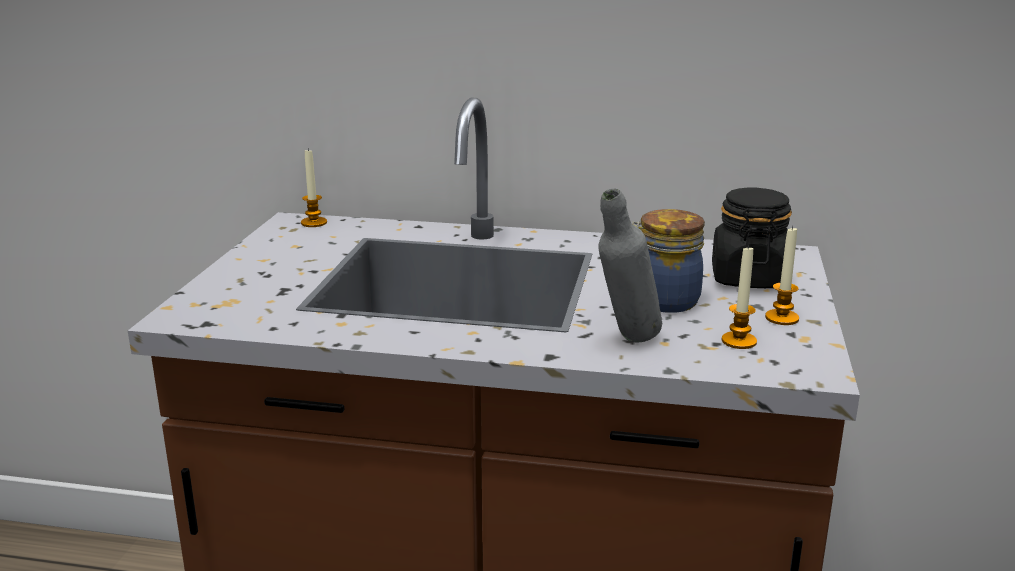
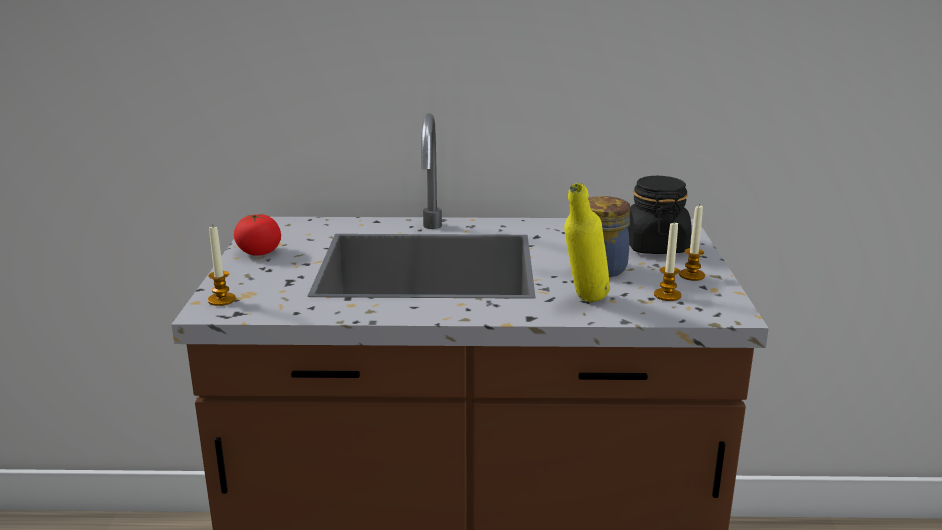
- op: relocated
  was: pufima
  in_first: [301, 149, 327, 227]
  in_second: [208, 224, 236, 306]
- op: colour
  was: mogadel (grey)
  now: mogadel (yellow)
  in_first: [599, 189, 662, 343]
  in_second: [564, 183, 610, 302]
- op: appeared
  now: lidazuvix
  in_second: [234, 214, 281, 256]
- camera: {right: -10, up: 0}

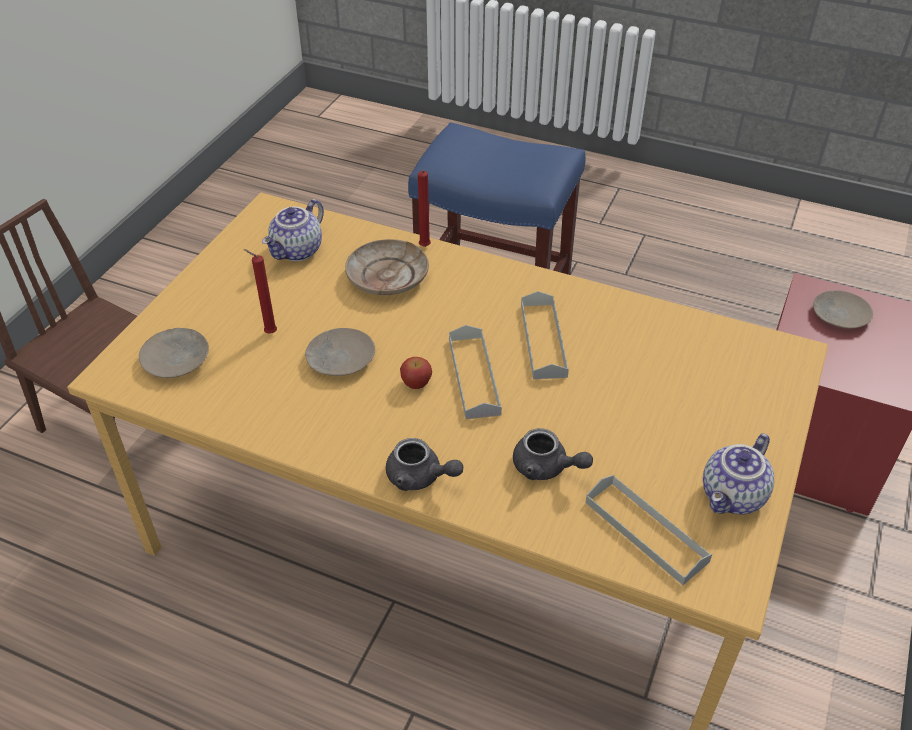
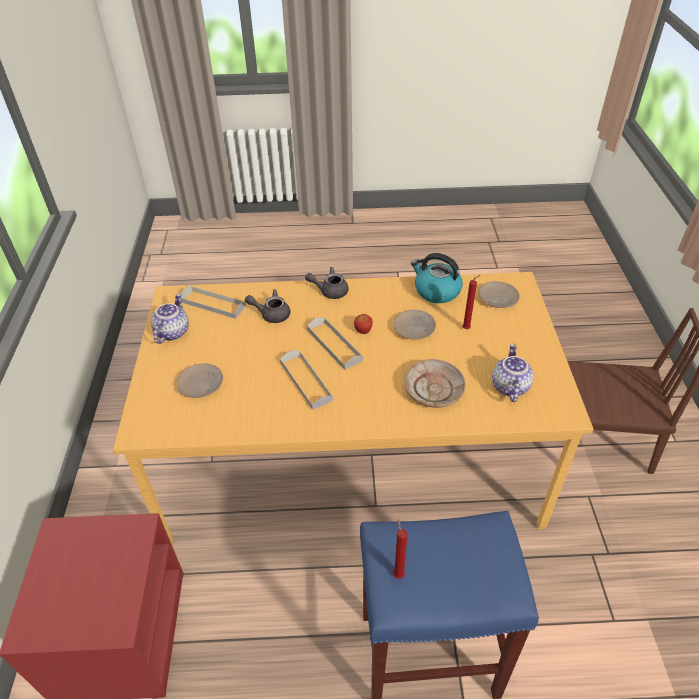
- op: relocated
  was: pufima (red)
  in_first: [418, 170, 431, 247]
  in_second: [393, 520, 408, 579]
- op: relocated
  was: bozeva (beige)
  in_first: [813, 290, 873, 329]
  in_second: [176, 364, 223, 398]
- op: appeared
  now: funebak
  in_second: [411, 253, 463, 303]
- camera: {right: 155, up: 0}

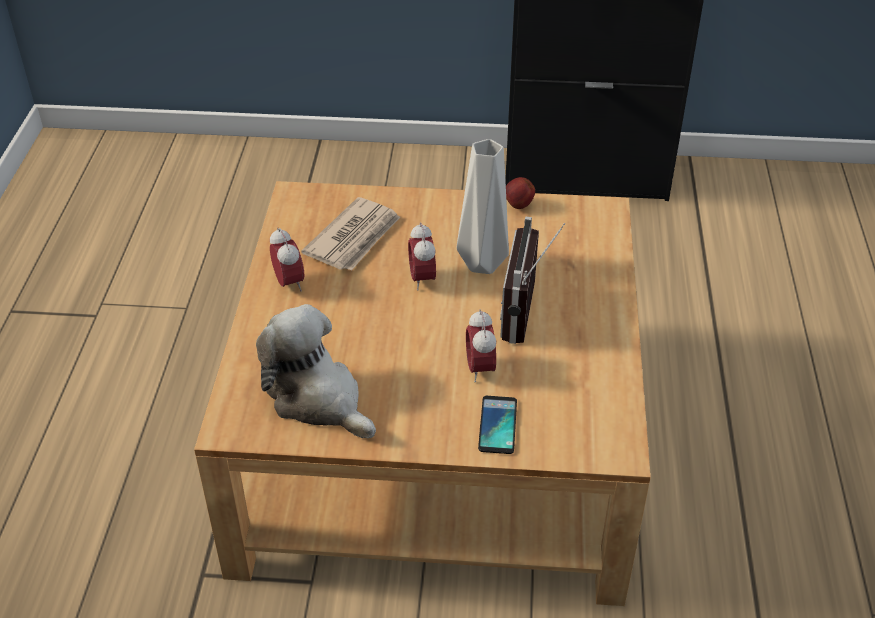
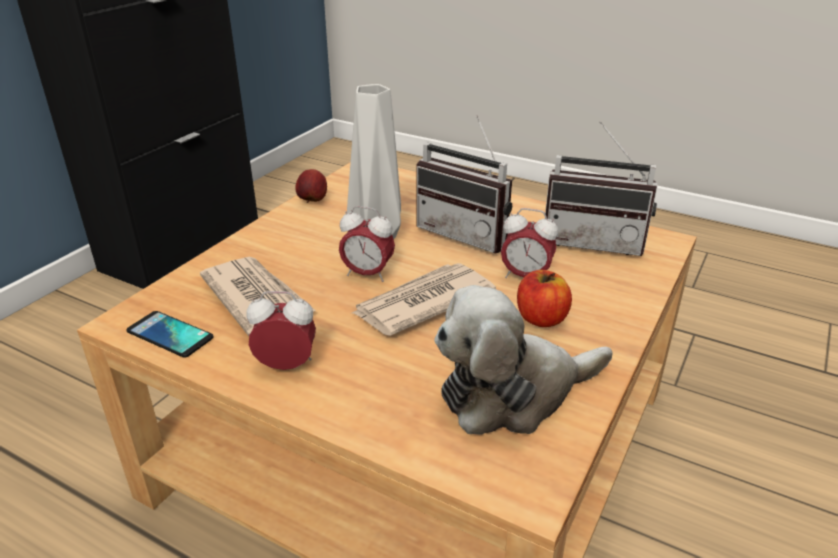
- op: relocated
  was: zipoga
  in_first: [478, 396, 517, 454]
  in_second: [126, 311, 214, 358]
- op: appeared
  now: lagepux
  in_second: [545, 121, 657, 256]
- op: appeared
  now: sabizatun
  in_second: [352, 263, 496, 336]
- op: appeared
  now: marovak
  in_second: [517, 270, 572, 327]
- camera: {right: -65, up: -10}

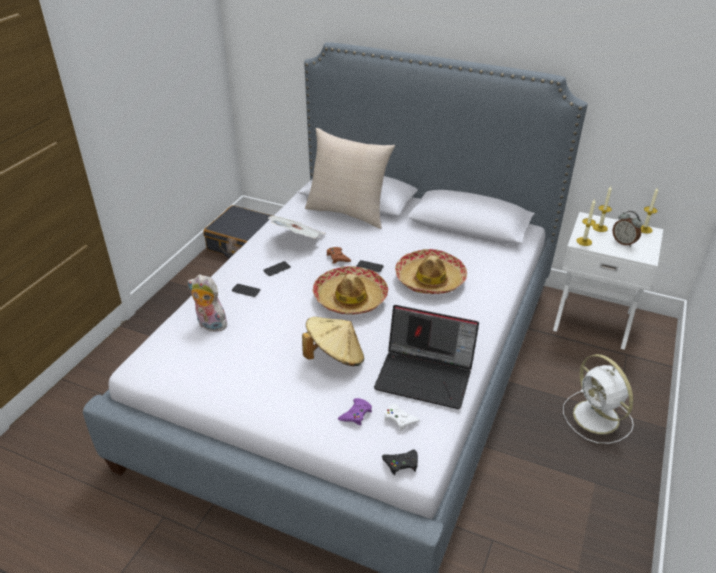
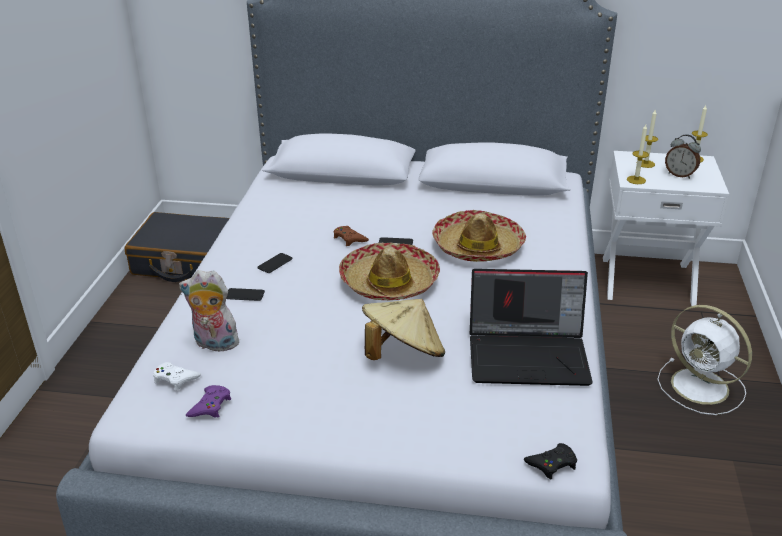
- op: missing
  was: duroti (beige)
  in_first: [305, 128, 395, 229]
- op: missing
  was: sabizatun
  in_first: [268, 216, 326, 239]
- op: relocated
  was: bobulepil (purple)
  in_first: [338, 398, 372, 425]
  in_second: [186, 385, 231, 418]
- op: relocated
  was: bobulepil (white)
  in_first: [384, 403, 420, 431]
  in_second: [153, 362, 201, 391]
- camera: {right: -15, up: -5}

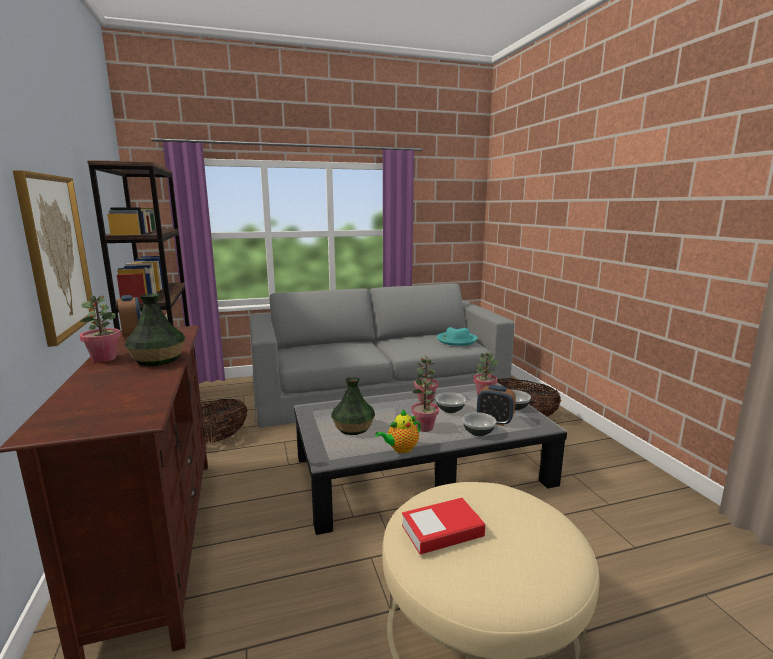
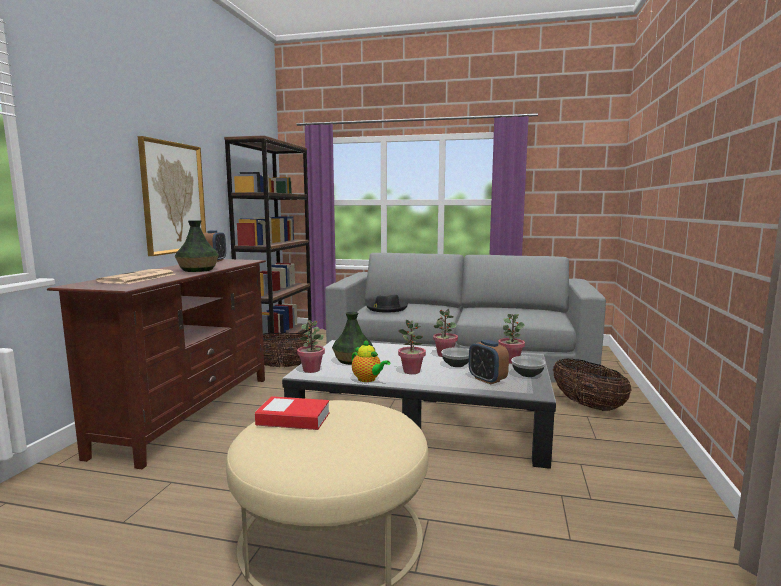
- op: relocated
  was: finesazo
  in_first: [79, 295, 121, 363]
  in_second: [297, 320, 325, 373]
- op: missing
  was: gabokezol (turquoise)
  in_first: [437, 327, 478, 346]
- op: spun
  was: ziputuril
  in_first: [375, 409, 421, 453]
  in_second: [351, 339, 390, 382]
  clockwise: -135
- op: missing
  was: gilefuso
  in_first: [462, 412, 496, 436]
- op: appeared
  now: sabizatun
  in_second: [96, 269, 175, 284]
- op: appeared
  now: gabokezol (black)
  in_second: [366, 295, 408, 312]
- camera: {right: 30, up: -5}

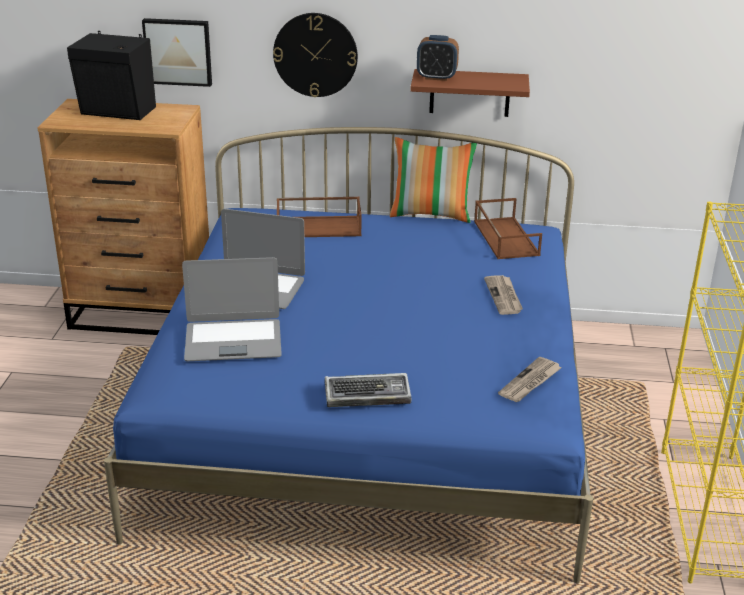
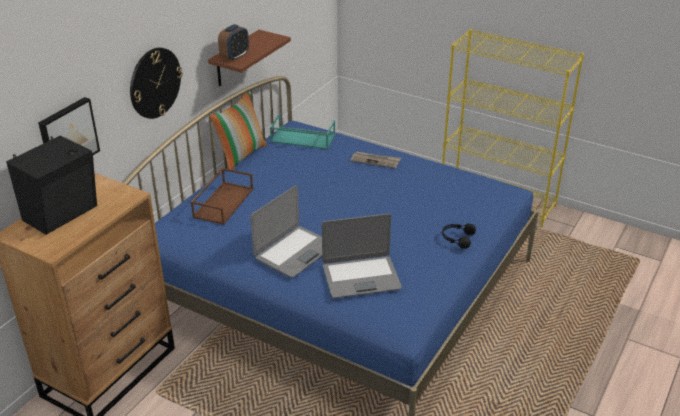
- op: colour
  was: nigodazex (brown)
  now: nigodazex (turquoise)
  in_first: [474, 198, 542, 259]
  in_second: [270, 114, 335, 149]
- op: spun
  was: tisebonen
  in_first: [182, 257, 282, 361]
  in_second: [322, 214, 402, 298]
  clockwise: 60
- op: missing
  was: sabizatun
  in_first: [498, 357, 562, 402]
- op: exchanged
  was: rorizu
  now: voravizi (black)
  in_first: [325, 373, 411, 407]
  in_second: [442, 223, 476, 249]
- camera: {right: -65, up: 5}

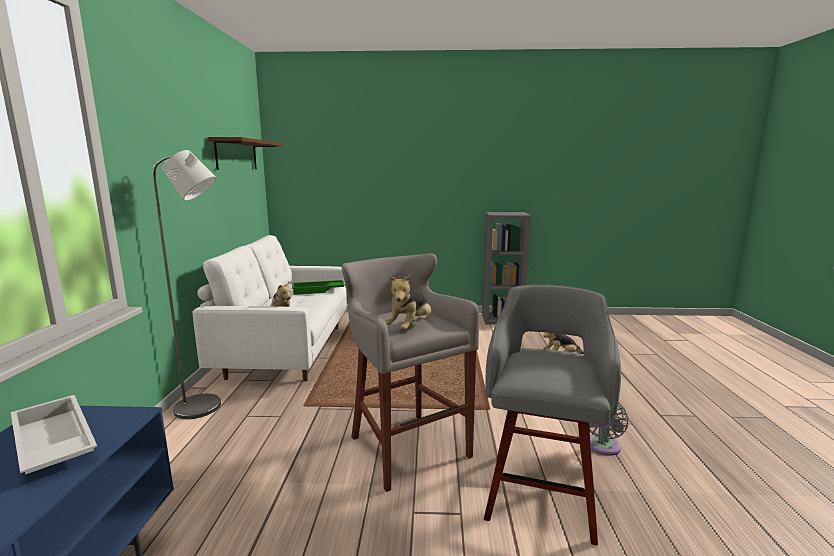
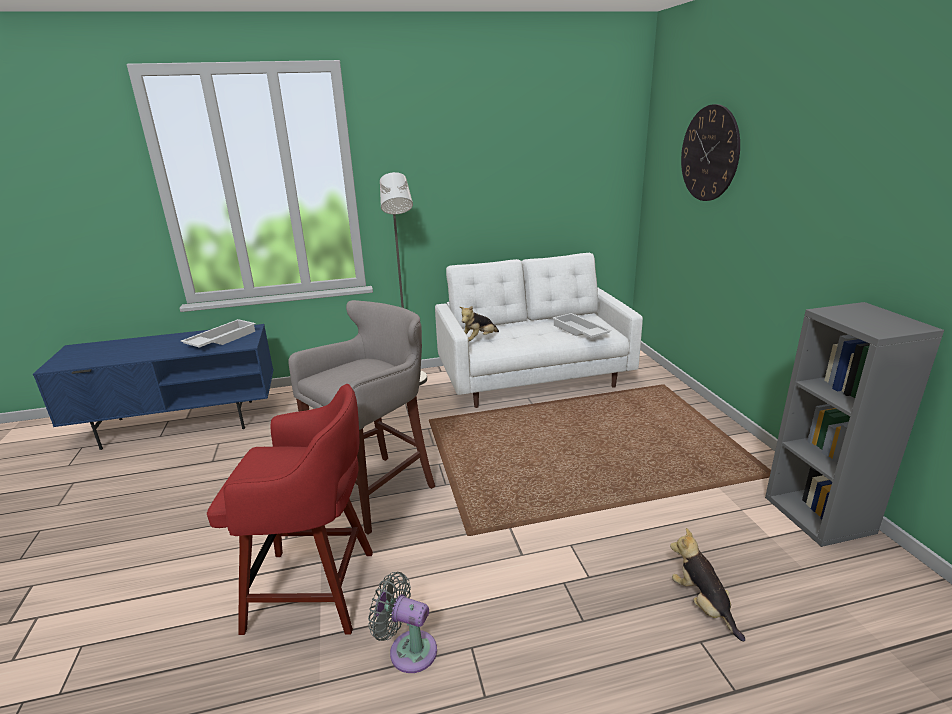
- op: missing
  was: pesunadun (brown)
  in_first: [208, 137, 284, 170]
- op: missing
  was: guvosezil
  in_first: [385, 274, 431, 330]
- op: colour
  was: nigodazex (green)
  now: nigodazex (white)
  in_first: [292, 280, 345, 295]
  in_second: [552, 313, 612, 338]
- op: colour
  was: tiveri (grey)
  now: tiveri (red)
  in_first: [484, 285, 621, 546]
  in_second: [207, 384, 373, 635]
- op: appeared
  now: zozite
  in_second: [681, 104, 740, 201]
- camera: {right: 75, up: 10}

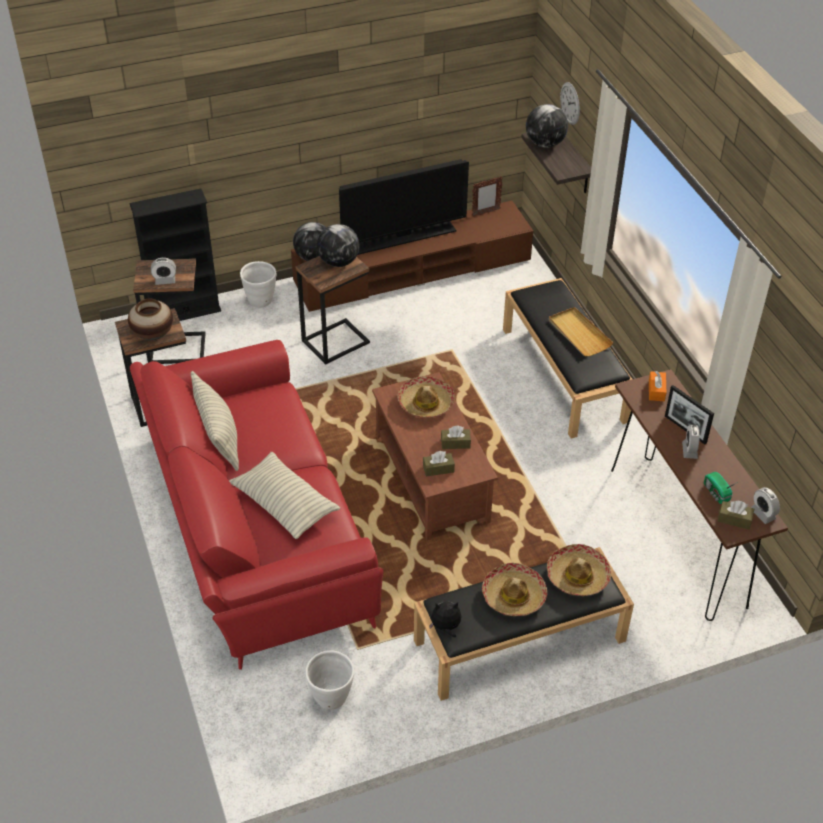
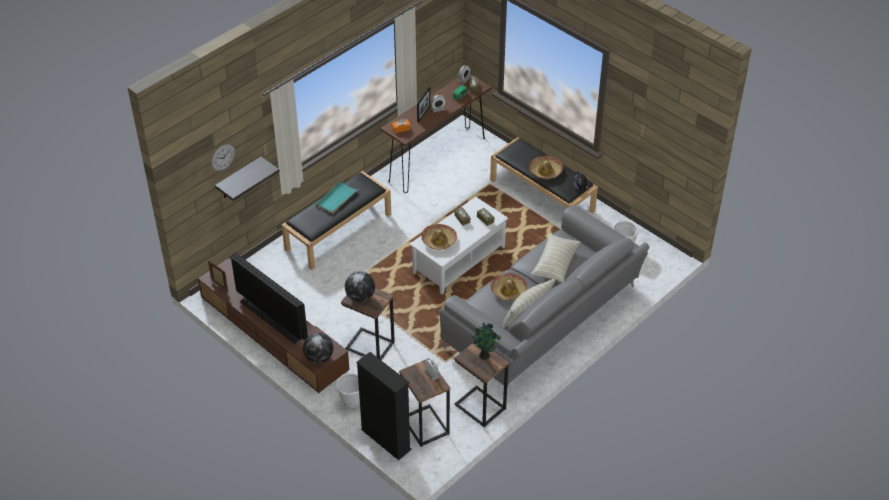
- op: missing
  was: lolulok
  in_first: [526, 104, 568, 148]
- op: exchanged
  was: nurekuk
  now: finesazo
  in_first: [128, 299, 173, 340]
  in_second: [473, 323, 501, 360]
- op: colour
  was: nigodazex (beige)
  now: nigodazex (turquoise)
  in_first: [549, 307, 613, 356]
  in_second: [316, 180, 359, 214]
- op: colour
  was: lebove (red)
  now: lebove (grey)
  in_first: [130, 340, 383, 670]
  in_second: [439, 205, 649, 386]
- op: colour
  was: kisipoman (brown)
  now: kisipoman (white)
  in_first: [372, 372, 498, 541]
  in_second: [410, 197, 508, 294]
- op: relocated
  was: gabokezol
  in_first: [547, 544, 611, 596]
  in_second: [490, 273, 528, 301]
- camera: {right: -115, up: 0}

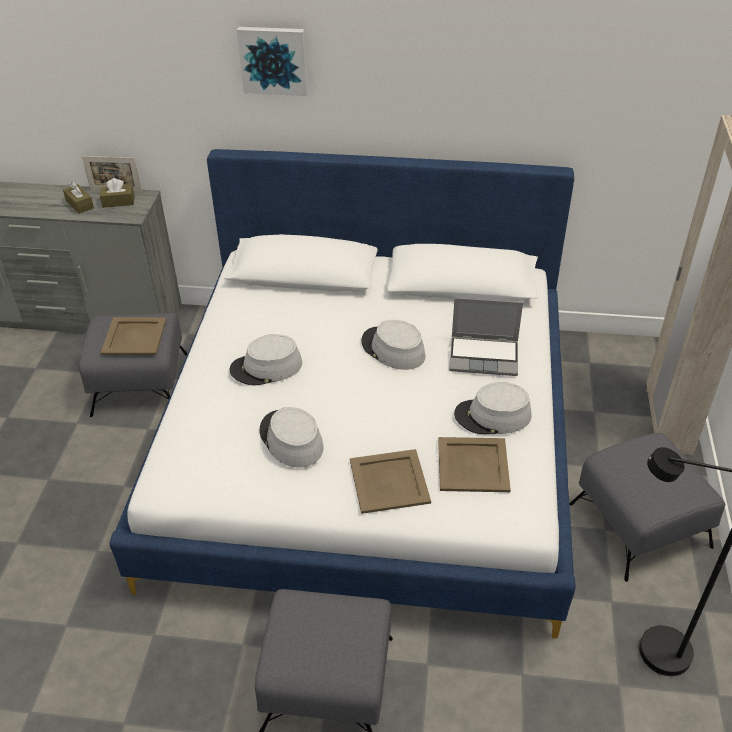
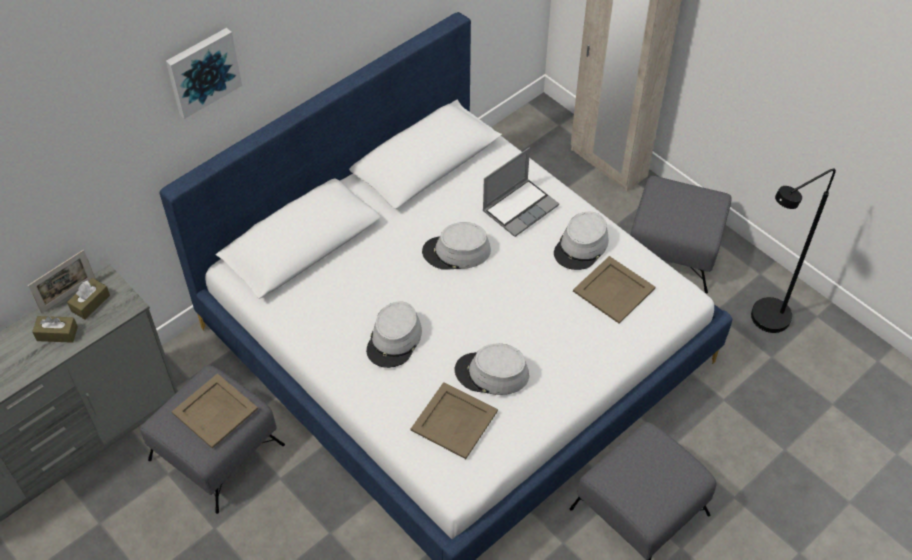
- op: relocated
  was: nigodazex (beige)
  in_first: [350, 449, 431, 514]
  in_second: [411, 382, 498, 459]
- camera: {right: -50, up: 10}

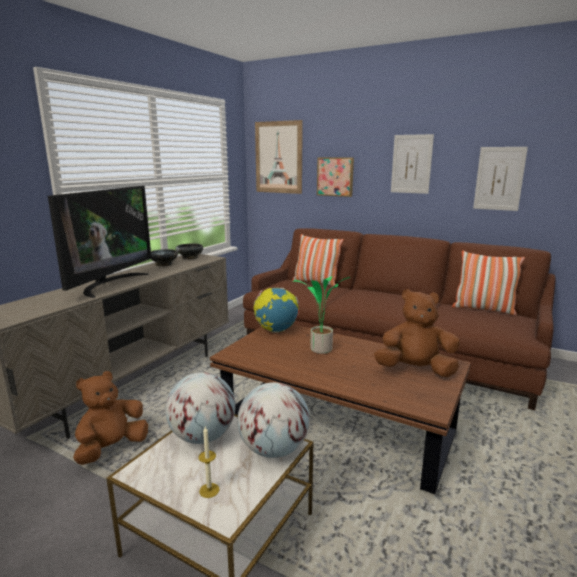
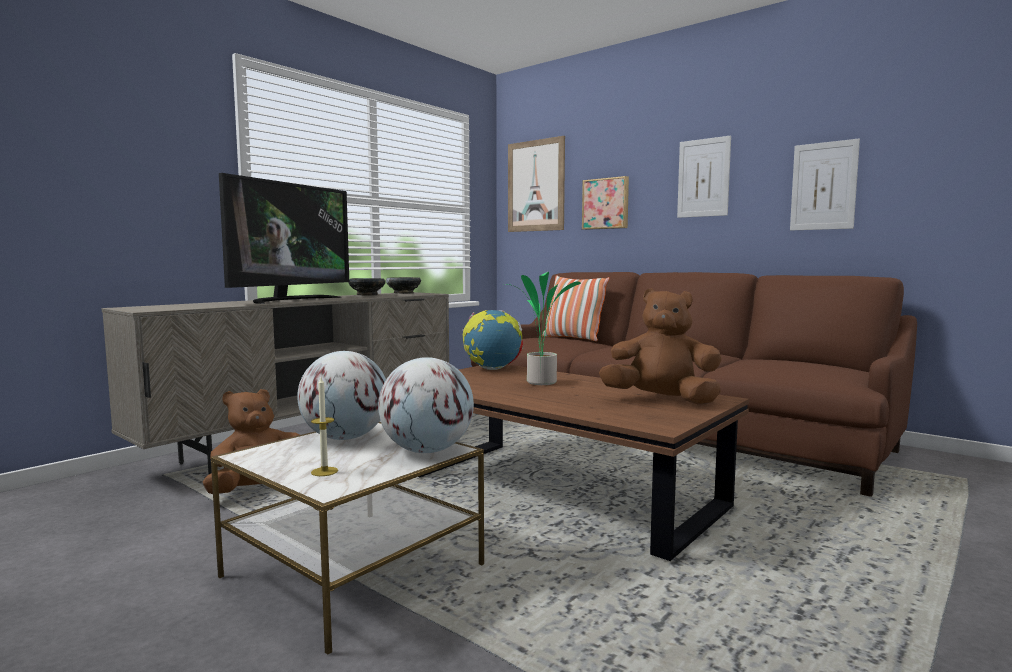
- op: missing
  was: duroti
  in_first: [452, 250, 525, 315]
- camera: {right: 10, up: -10}

